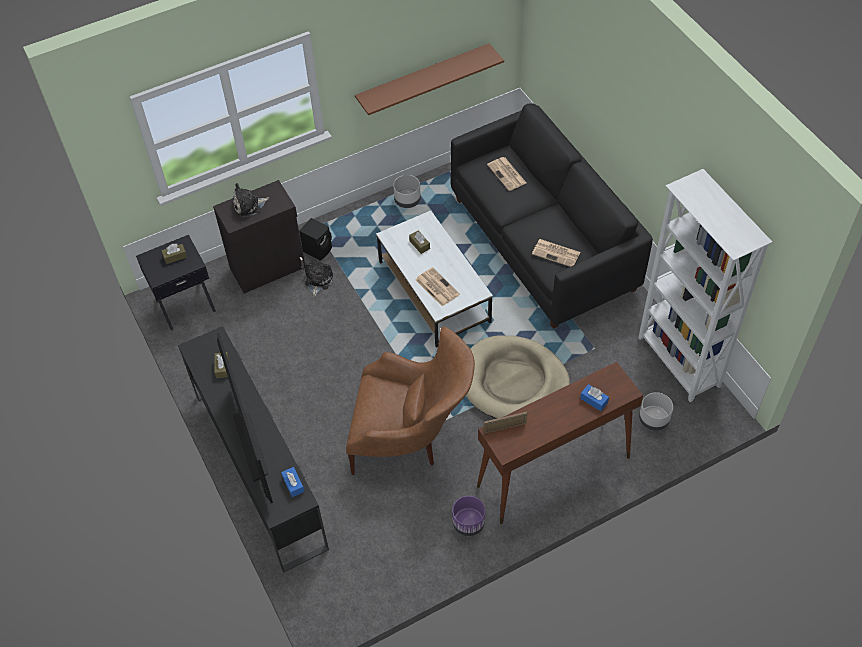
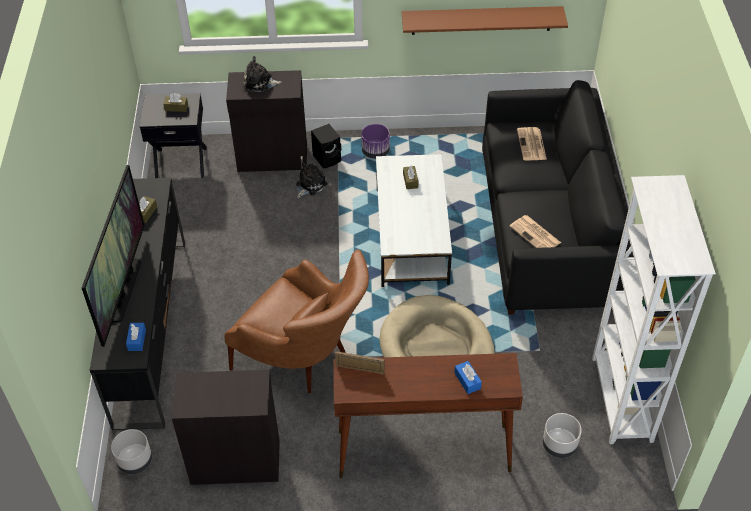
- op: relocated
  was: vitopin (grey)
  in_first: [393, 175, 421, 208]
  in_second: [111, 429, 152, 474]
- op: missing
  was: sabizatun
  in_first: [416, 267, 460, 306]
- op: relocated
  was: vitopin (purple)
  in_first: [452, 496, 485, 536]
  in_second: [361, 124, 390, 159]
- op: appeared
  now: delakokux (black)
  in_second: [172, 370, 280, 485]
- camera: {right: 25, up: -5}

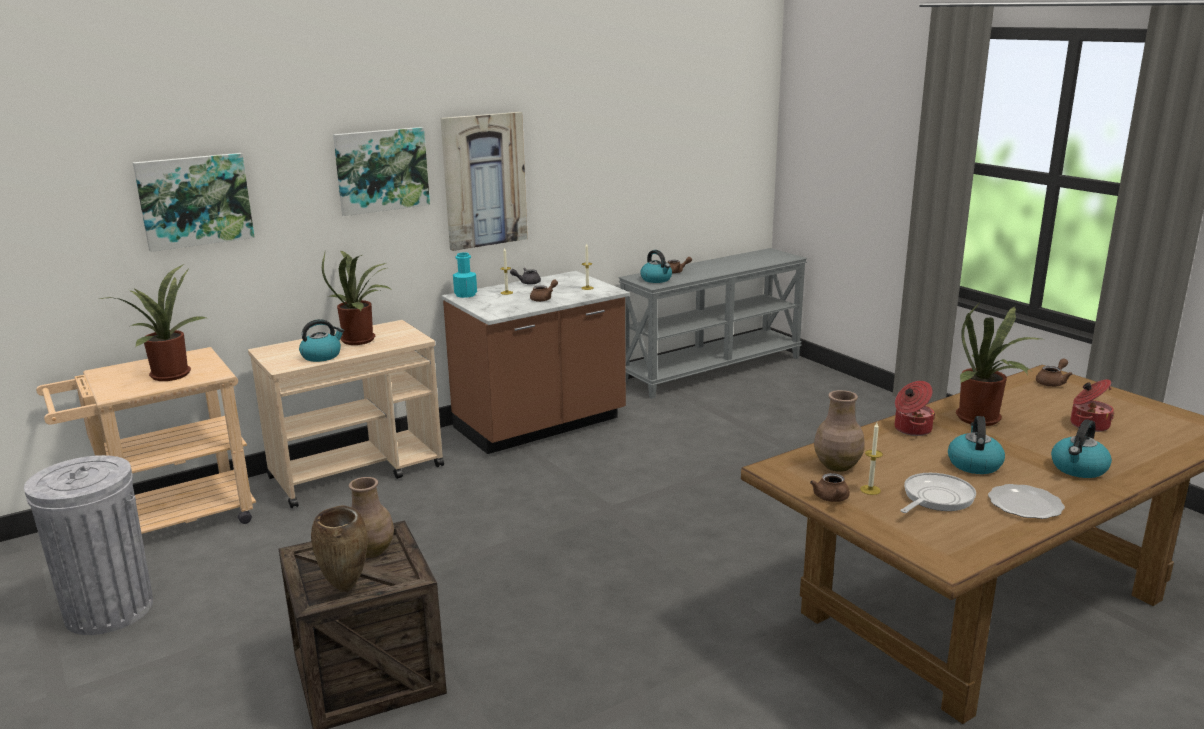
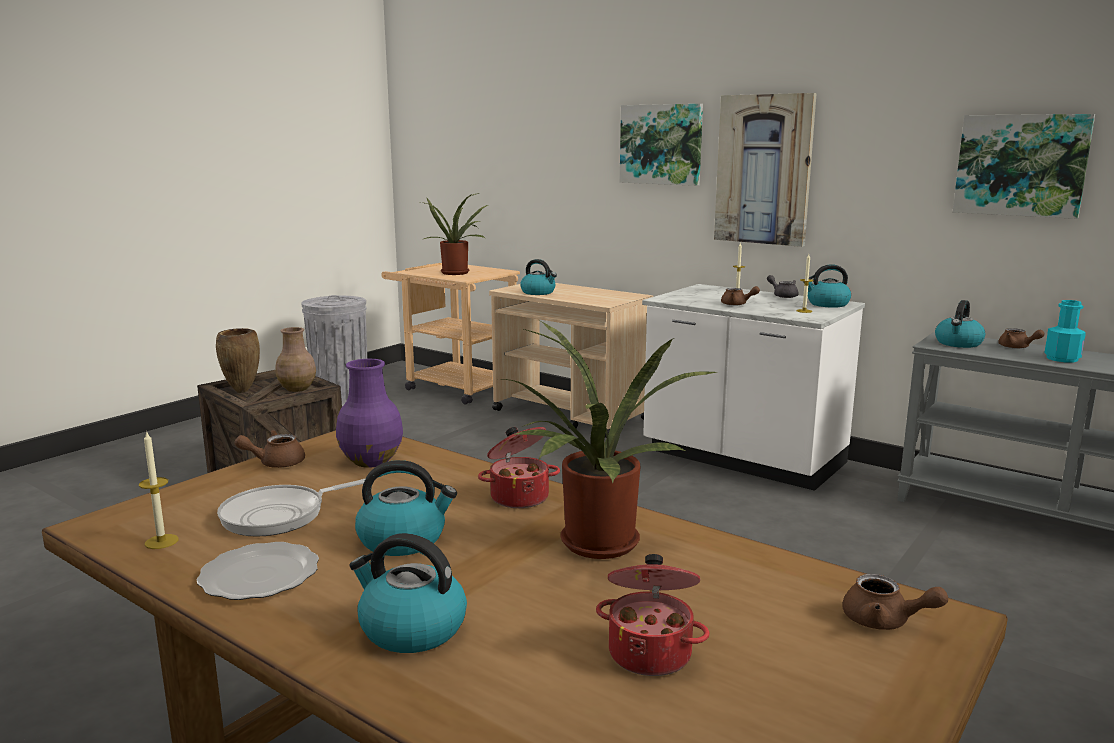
- op: relocated
  was: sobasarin
  in_first: [133, 153, 255, 252]
  in_second: [953, 114, 1095, 219]
- op: missing
  was: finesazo
  in_first: [322, 250, 390, 345]
- op: relocated
  was: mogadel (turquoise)
  in_first: [453, 253, 477, 298]
  in_second: [1044, 300, 1086, 362]
- op: colour
  was: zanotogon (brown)
  now: zanotogon (white)
  in_first: [442, 271, 630, 454]
  in_second: [642, 284, 865, 491]
- op: colour
  was: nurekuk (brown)
  now: nurekuk (purple)
  in_first: [814, 390, 865, 472]
  in_second: [336, 359, 403, 468]
- op: relocated
  was: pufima
  in_first: [860, 423, 883, 495]
  in_second: [139, 431, 178, 549]
- op: spun
  was: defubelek
  in_first: [900, 473, 976, 513]
  in_second: [217, 479, 365, 537]
  clockwise: 120
- op: appeared
  now: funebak
  in_second: [803, 264, 851, 308]
- camera: {right: 70, up: -5}

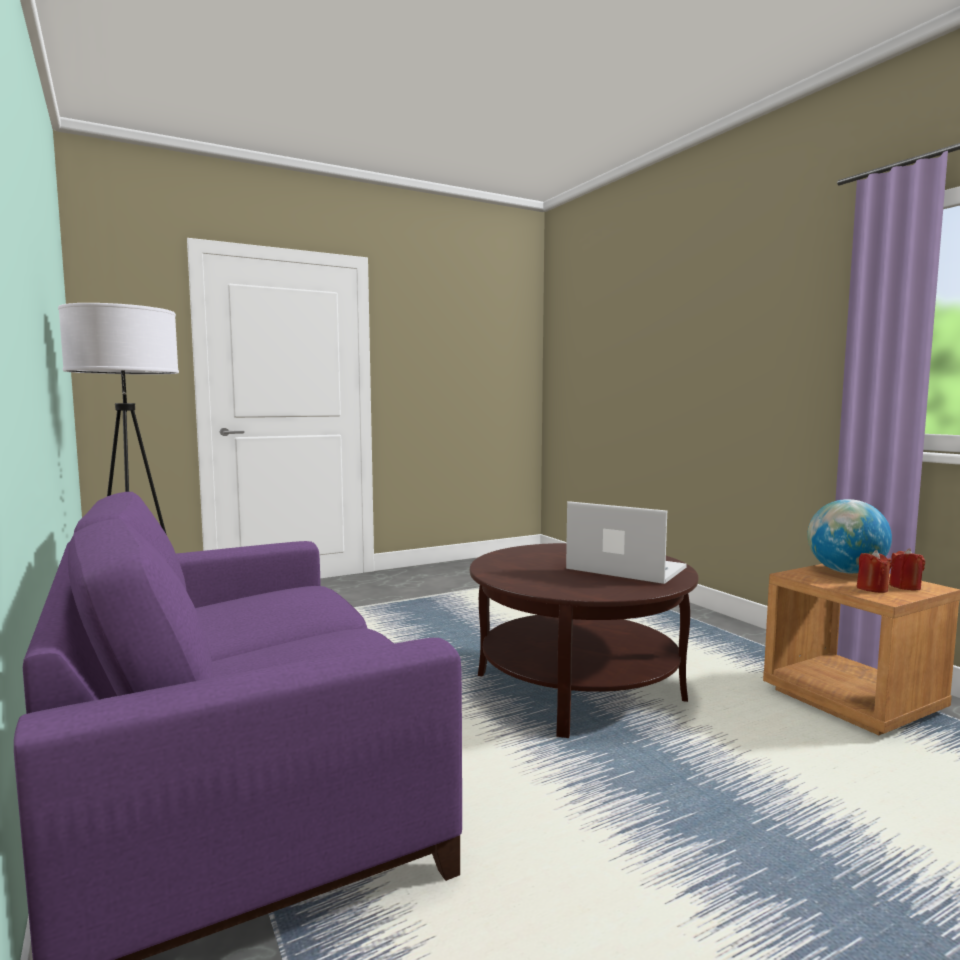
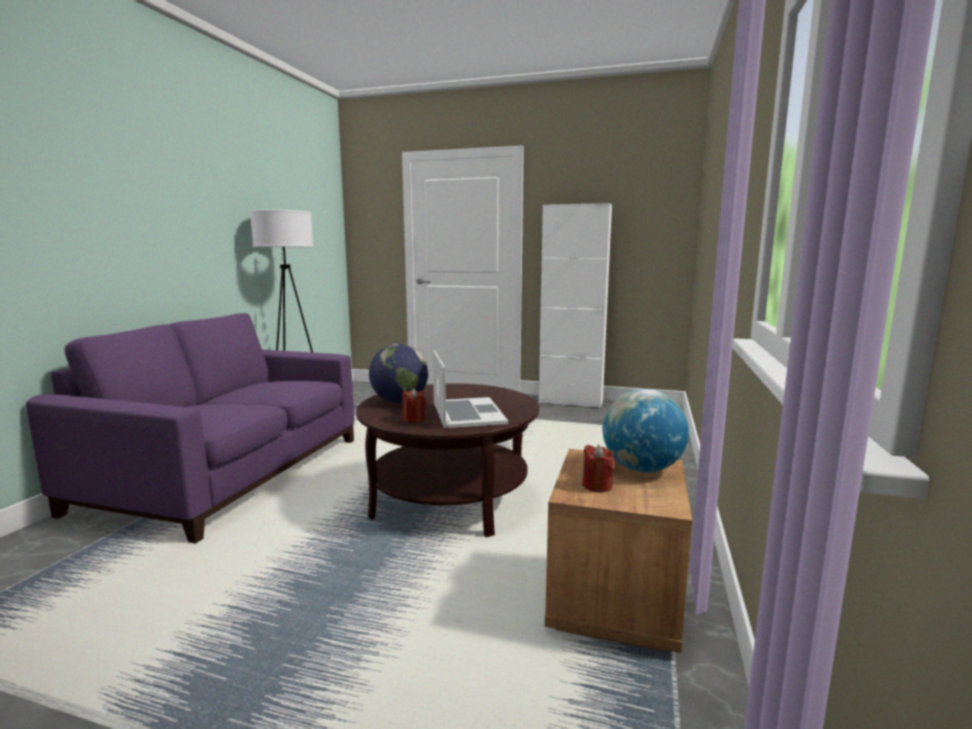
- op: relocated
  was: pufima (red)
  in_first: [889, 548, 925, 591]
  in_second: [402, 388, 426, 423]
- op: appeared
  now: delakokux (white)
  in_second: [539, 203, 612, 408]
- op: appeared
  now: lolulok
  in_second: [369, 344, 428, 403]
- camera: {right: 45, up: 5}

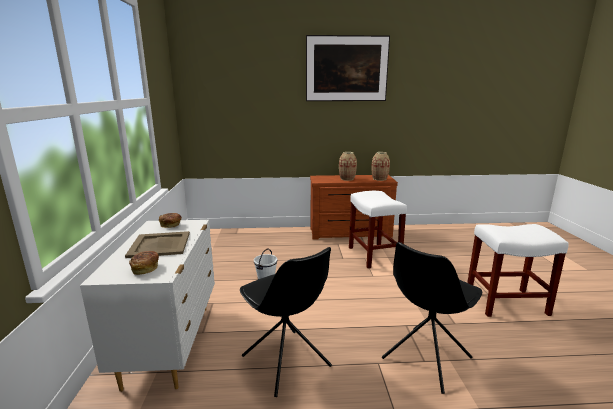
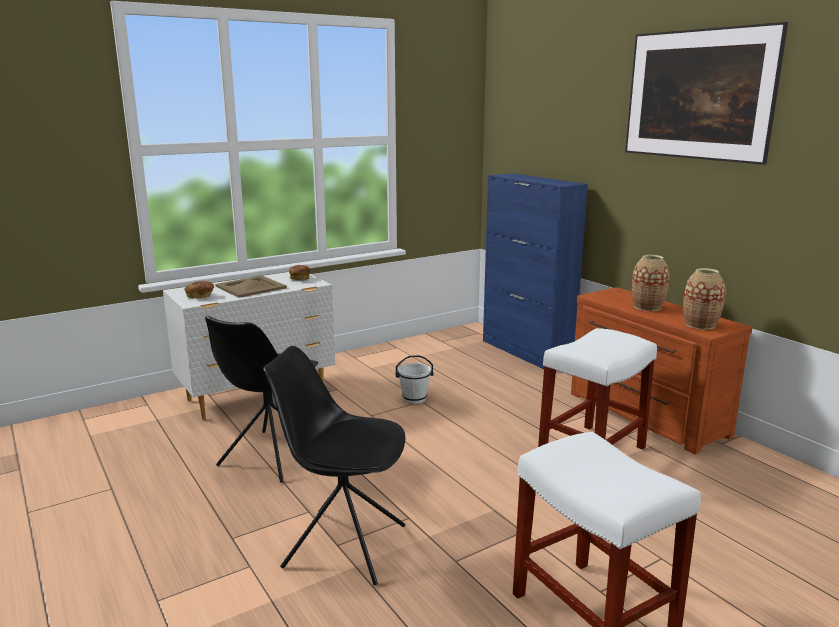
- op: appeared
  now: delakokux (blue)
  in_second: [483, 173, 588, 369]
- camera: {right: 60, up: 0}

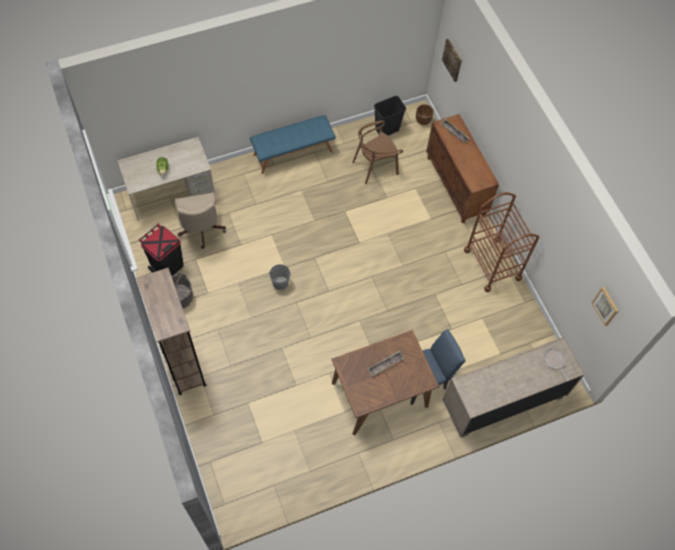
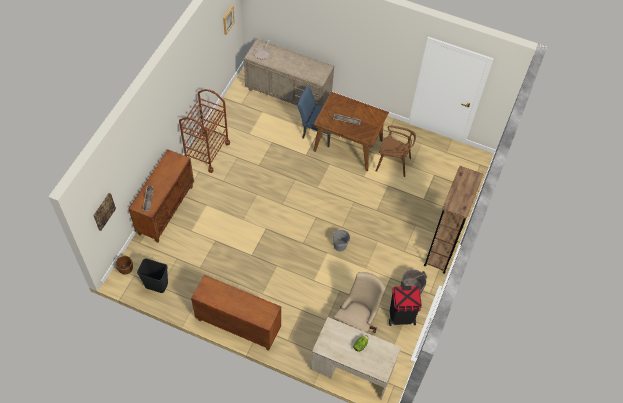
- op: exchanged
  was: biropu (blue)
  now: delakokux (brown)
  in_first: [250, 115, 336, 174]
  in_second: [191, 275, 281, 351]
- op: relocated
  was: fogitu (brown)
  in_first: [352, 120, 403, 184]
  in_second: [376, 126, 416, 177]
- camera: {right: -135, up: -5}

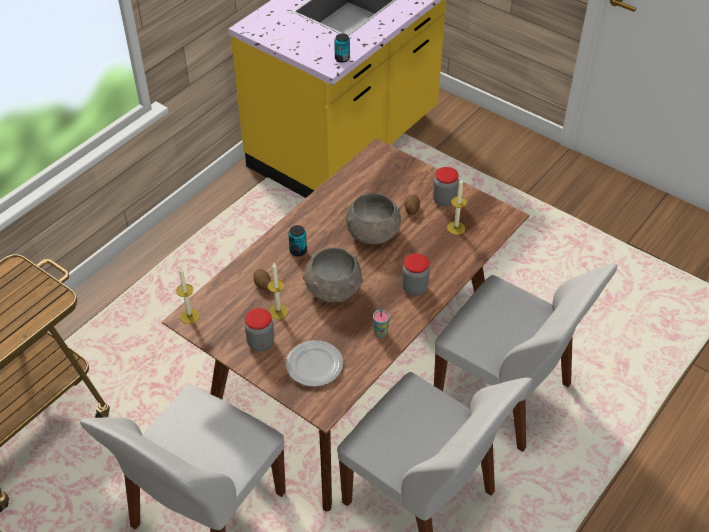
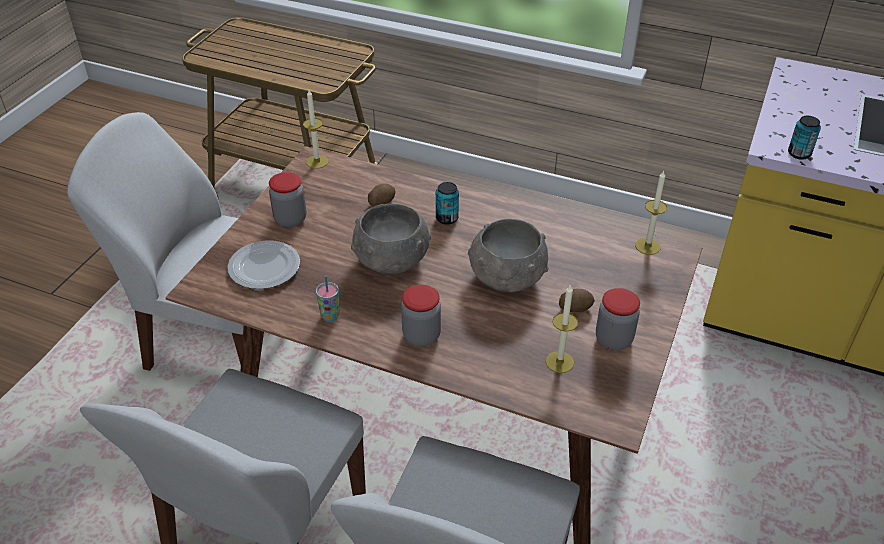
- op: relocated
  was: pufima
  in_first: [267, 263, 288, 319]
  in_second: [635, 170, 667, 255]
- camera: {right: 75, up: -5}

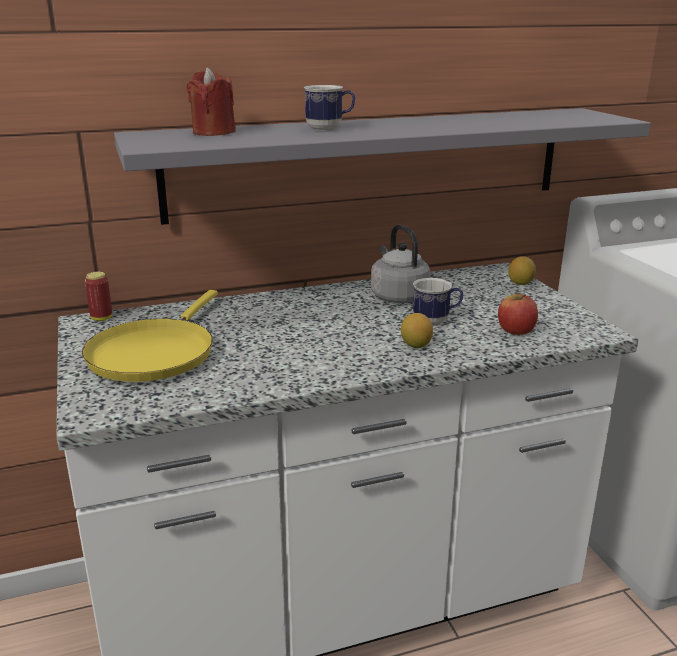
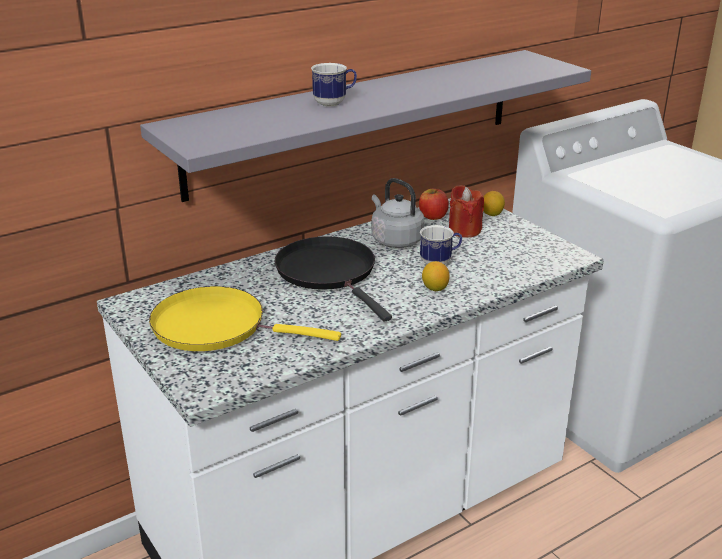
- op: relocated
  was: pufima (red)
  in_first: [187, 67, 236, 136]
  in_second: [449, 185, 484, 238]
- op: missing
  was: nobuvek
  in_first: [85, 272, 112, 321]
- op: spun
  was: defubelek (yellow)
  in_first: [82, 290, 218, 382]
  in_second: [149, 286, 341, 351]
  clockwise: 105
- op: relocated
  was: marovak
  in_first: [498, 294, 538, 335]
  in_second: [419, 189, 449, 220]
- op: appeared
  now: defubelek (black)
  in_second: [275, 236, 392, 322]
- camera: {right: -15, up: 5}

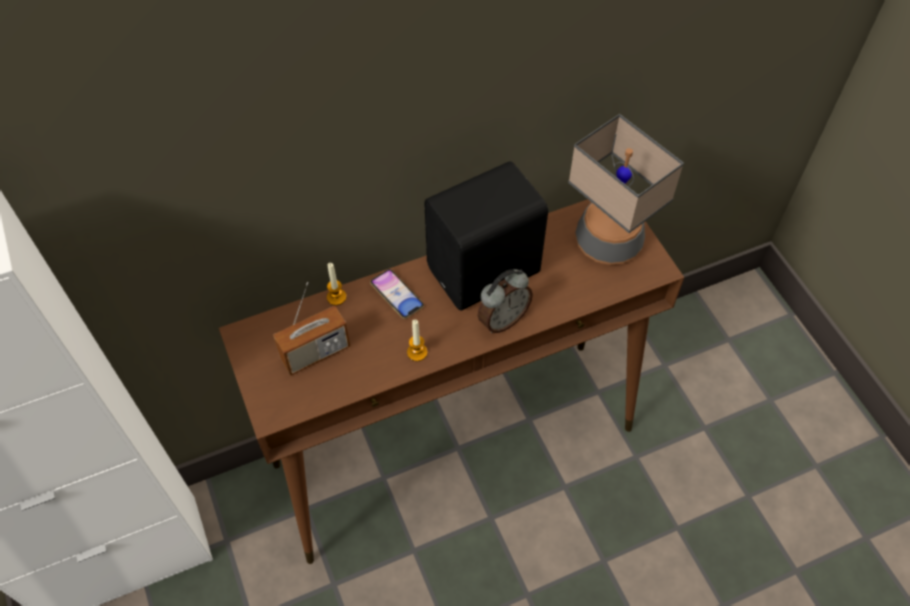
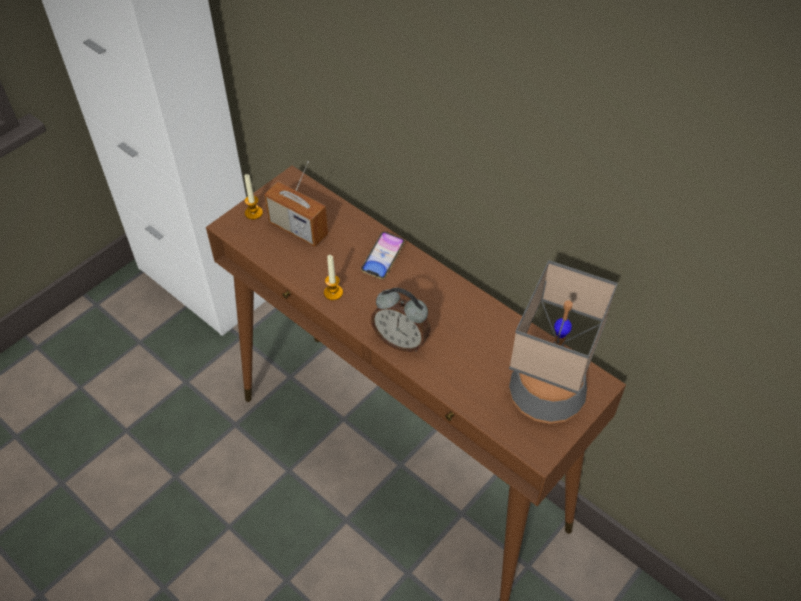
- op: missing
  was: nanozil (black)
  in_first: [424, 161, 548, 311]
- op: relocated
  was: pufima
  in_first: [327, 263, 346, 305]
  in_second: [244, 174, 263, 220]
- camera: {right: 65, up: -5}

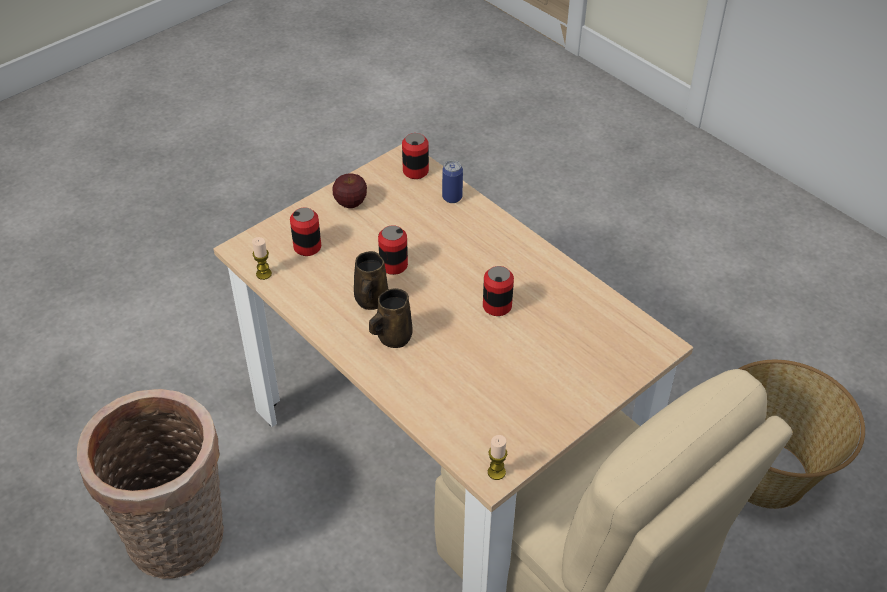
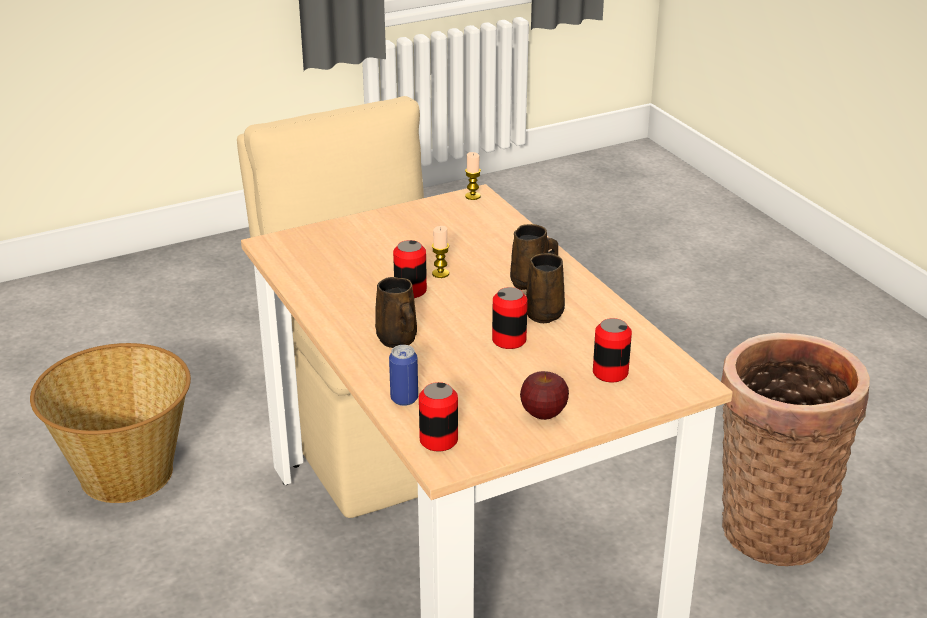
- op: relocated
  was: pufima
  in_first: [252, 237, 272, 280]
  in_second: [432, 226, 449, 278]
- op: appeared
  now: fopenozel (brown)
  in_second: [375, 277, 417, 348]
- camera: {right: -165, up: -15}

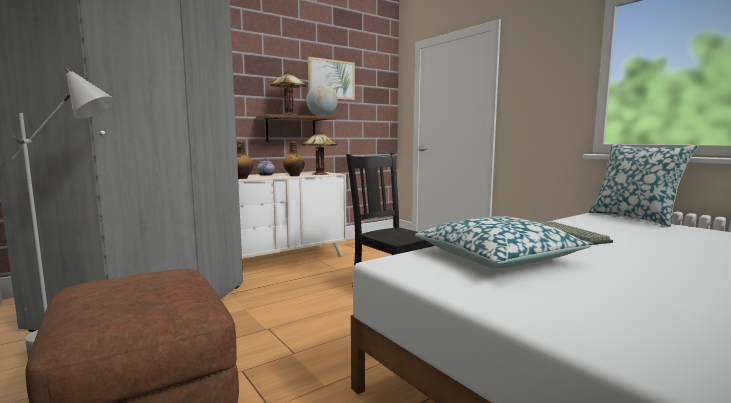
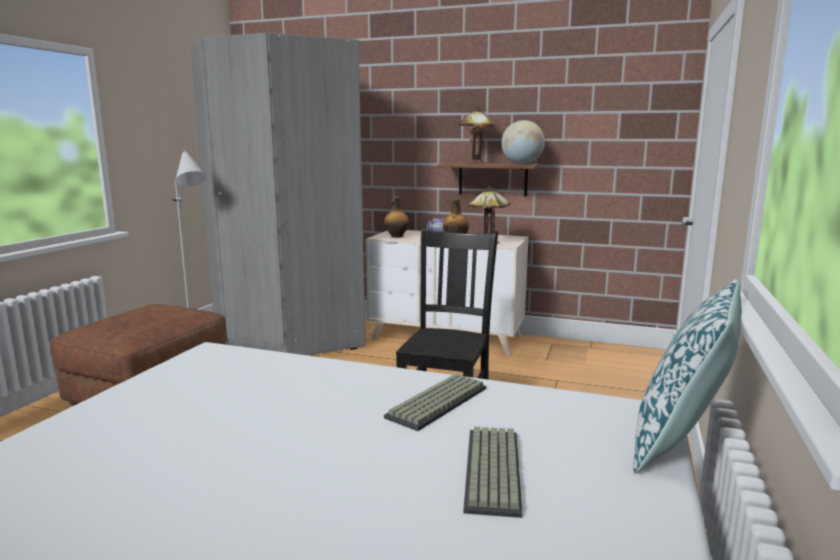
- op: missing
  was: sobasarin
  in_first: [308, 57, 355, 100]
- op: missing
  was: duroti
  in_first: [415, 216, 593, 268]
- op: appeared
  now: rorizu
  in_second: [463, 427, 522, 518]
- camera: {right: 55, up: 5}

